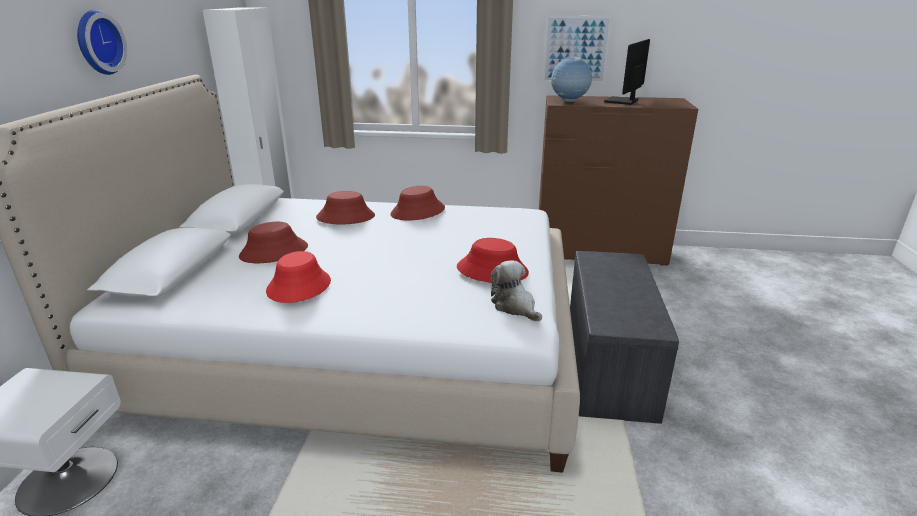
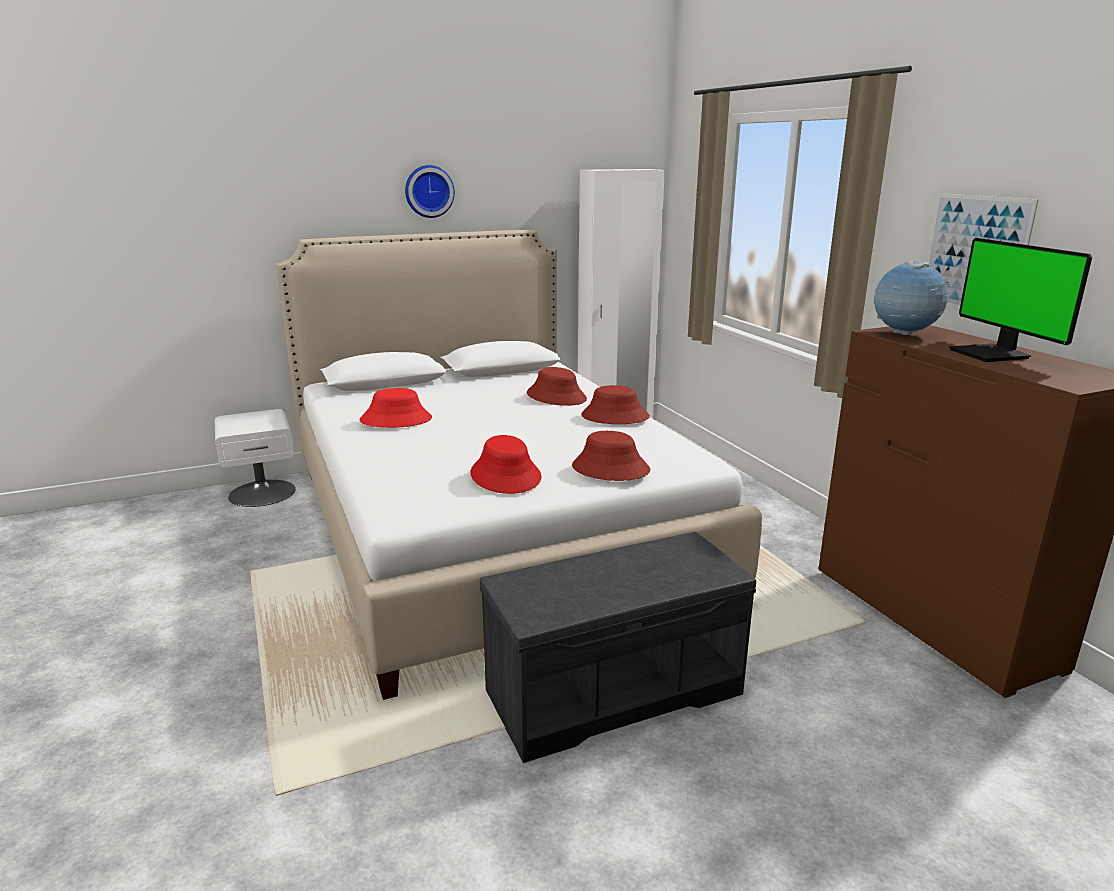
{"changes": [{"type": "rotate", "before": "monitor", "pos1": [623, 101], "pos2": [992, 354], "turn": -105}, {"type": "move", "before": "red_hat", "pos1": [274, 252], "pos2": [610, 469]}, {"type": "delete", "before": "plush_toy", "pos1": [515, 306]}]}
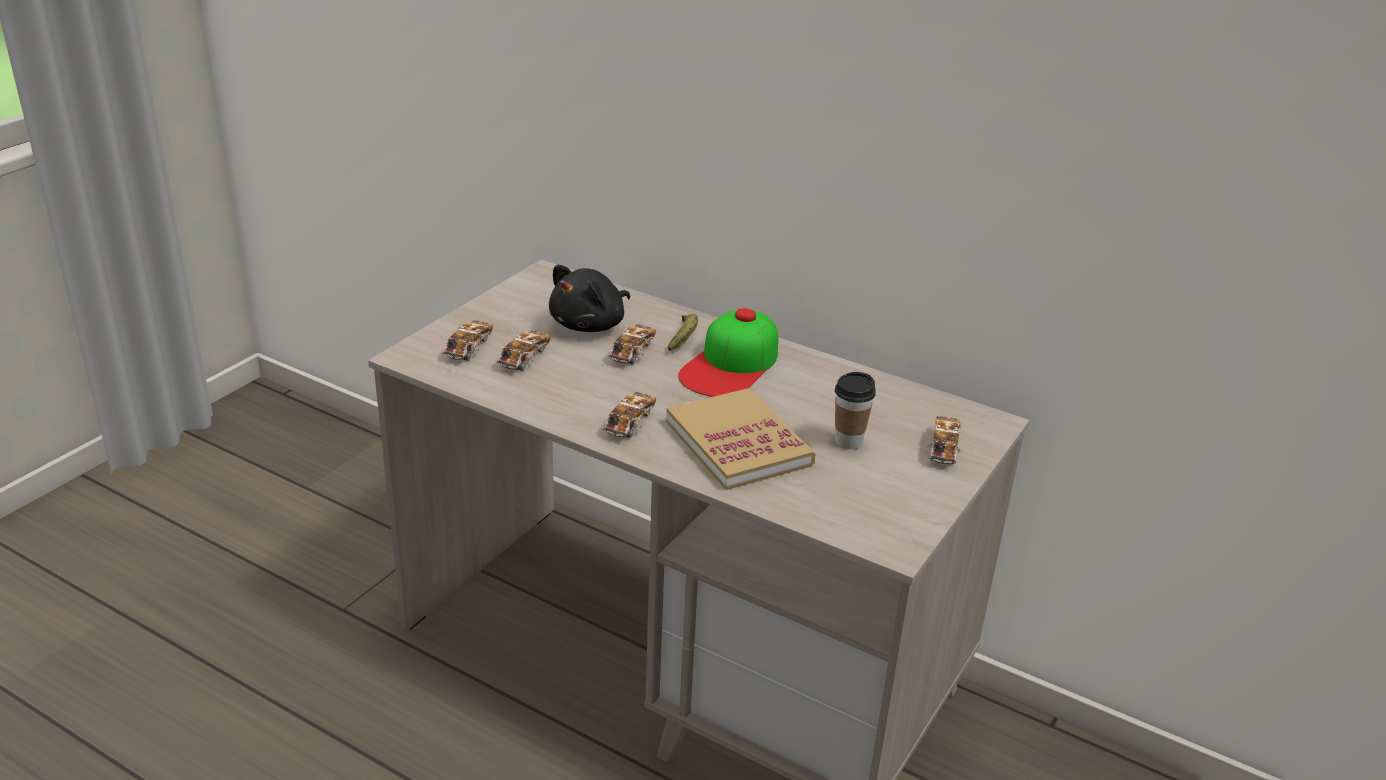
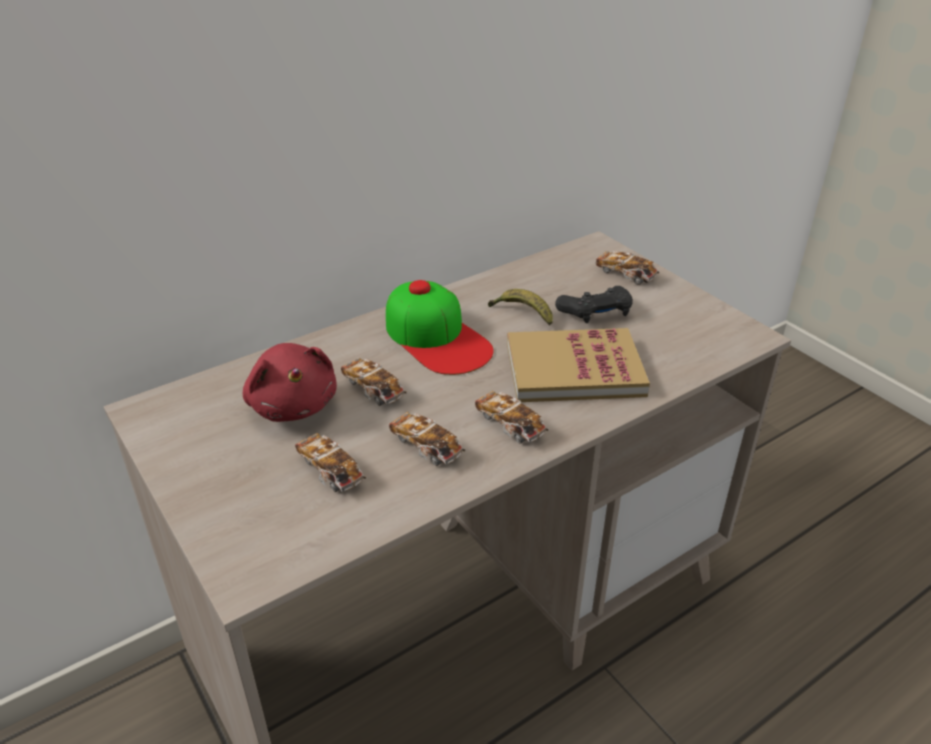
{"changes": [{"type": "recolor", "before": "black_plush_toy", "after": "red_plush_toy", "pos1": [590, 325], "pos2": [293, 404]}, {"type": "move", "before": "banana", "pos1": [684, 338], "pos2": [522, 313]}, {"type": "move", "before": "toy_car", "pos1": [469, 349], "pos2": [426, 448]}, {"type": "replace", "before": "cup", "after": "black_game_controller", "pos1": [848, 441], "pos2": [596, 313]}]}
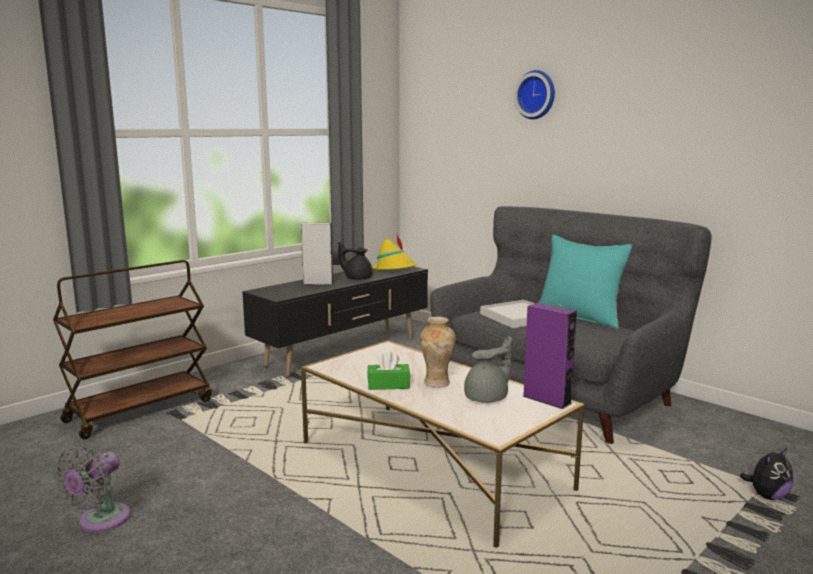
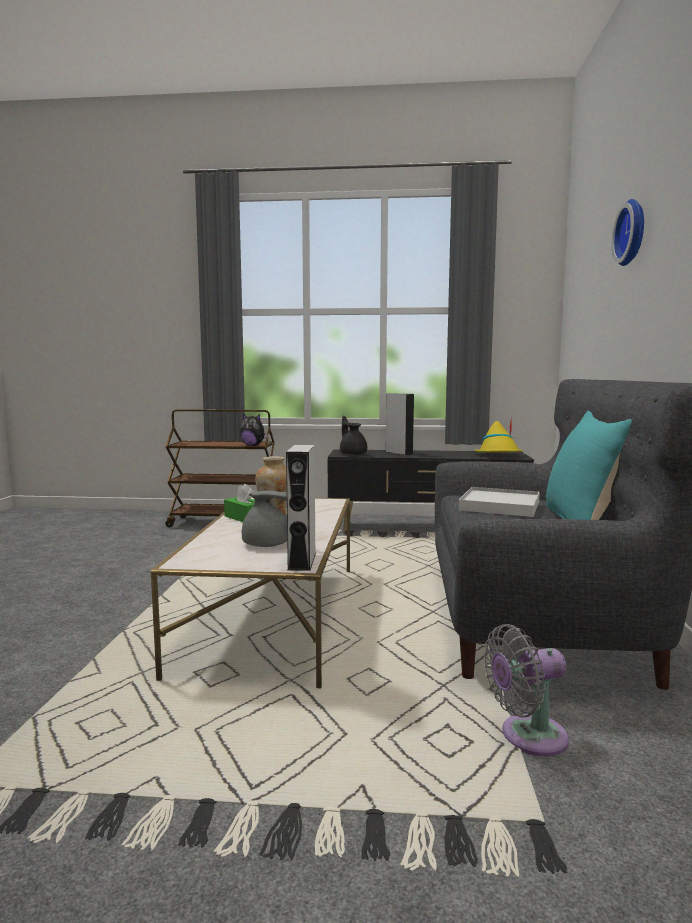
{"changes": [{"type": "move", "before": "black_teapot", "pos1": [357, 278], "pos2": [352, 454]}, {"type": "recolor", "before": "purple_speaker", "after": "grey_speaker", "pos1": [547, 399], "pos2": [302, 561]}, {"type": "move", "before": "grey_fan", "pos1": [100, 521], "pos2": [527, 737]}, {"type": "move", "before": "plush_toy", "pos1": [767, 496], "pos2": [253, 445]}]}
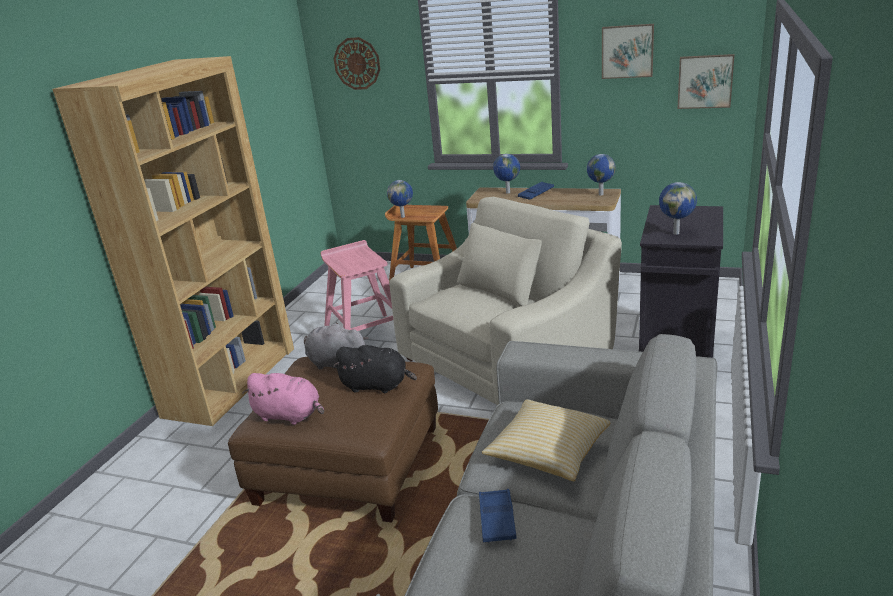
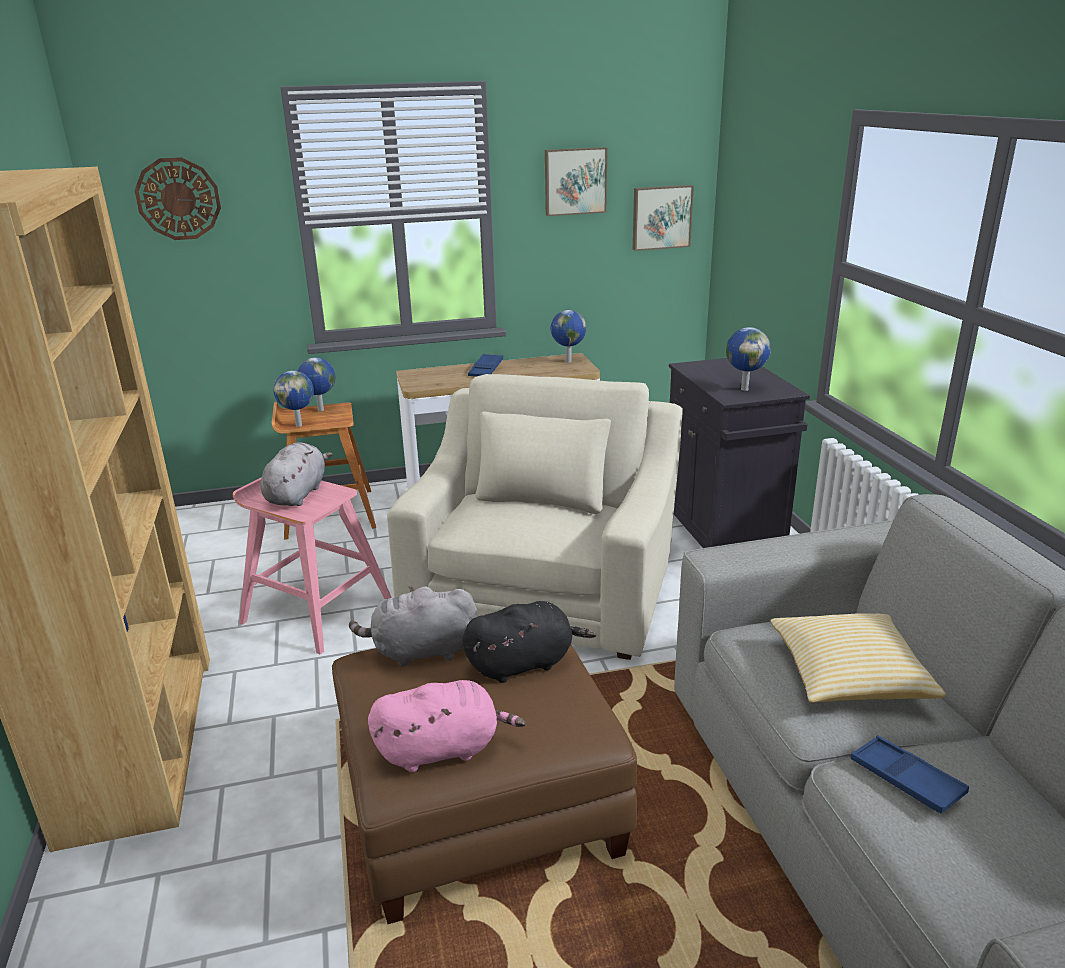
{"changes": [{"type": "move", "before": "globe", "pos1": [507, 192], "pos2": [320, 410]}, {"type": "insert", "after": "grey_plush_toy", "pos2": [297, 494]}]}
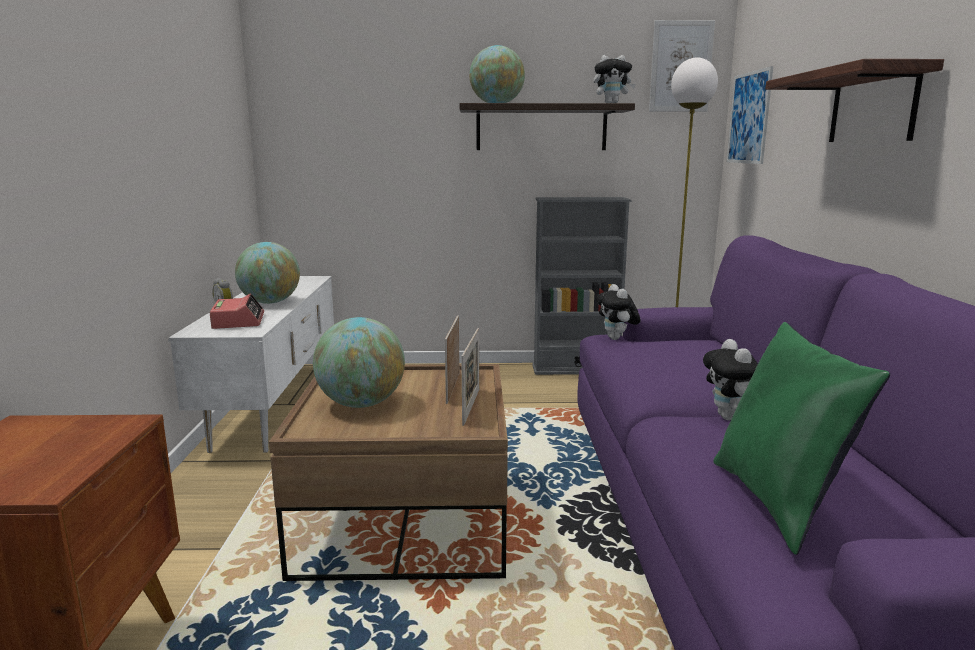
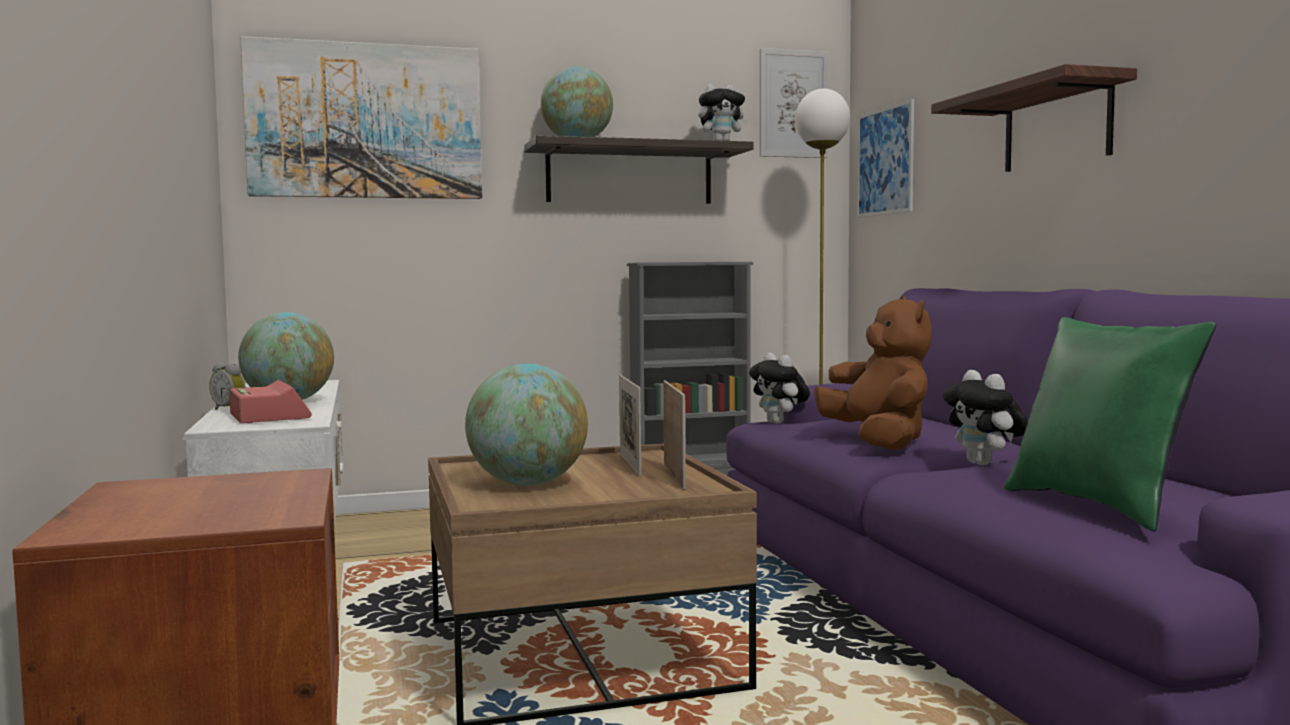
{"changes": [{"type": "insert", "after": "picture", "pos2": [365, 121]}, {"type": "insert", "after": "brown_plush_toy", "pos2": [878, 442]}]}
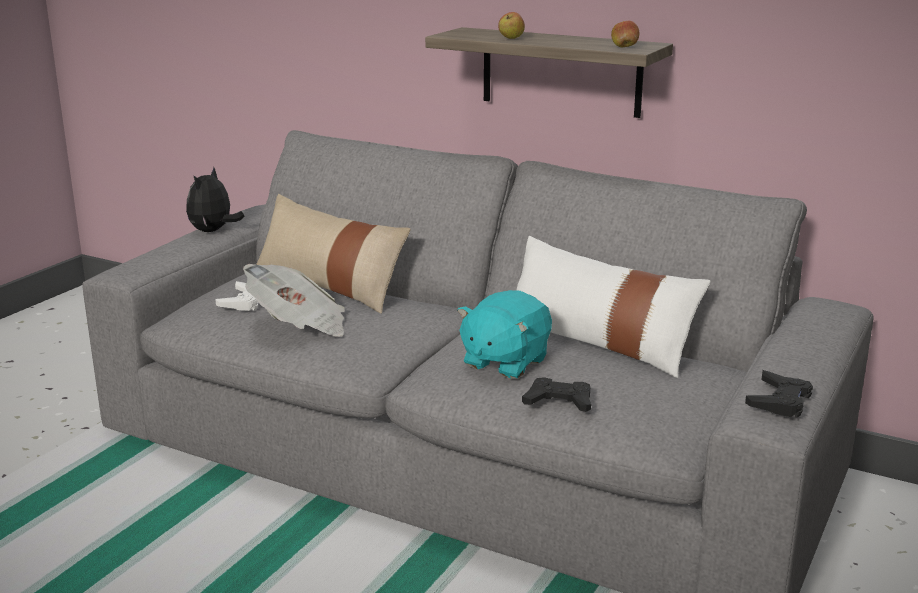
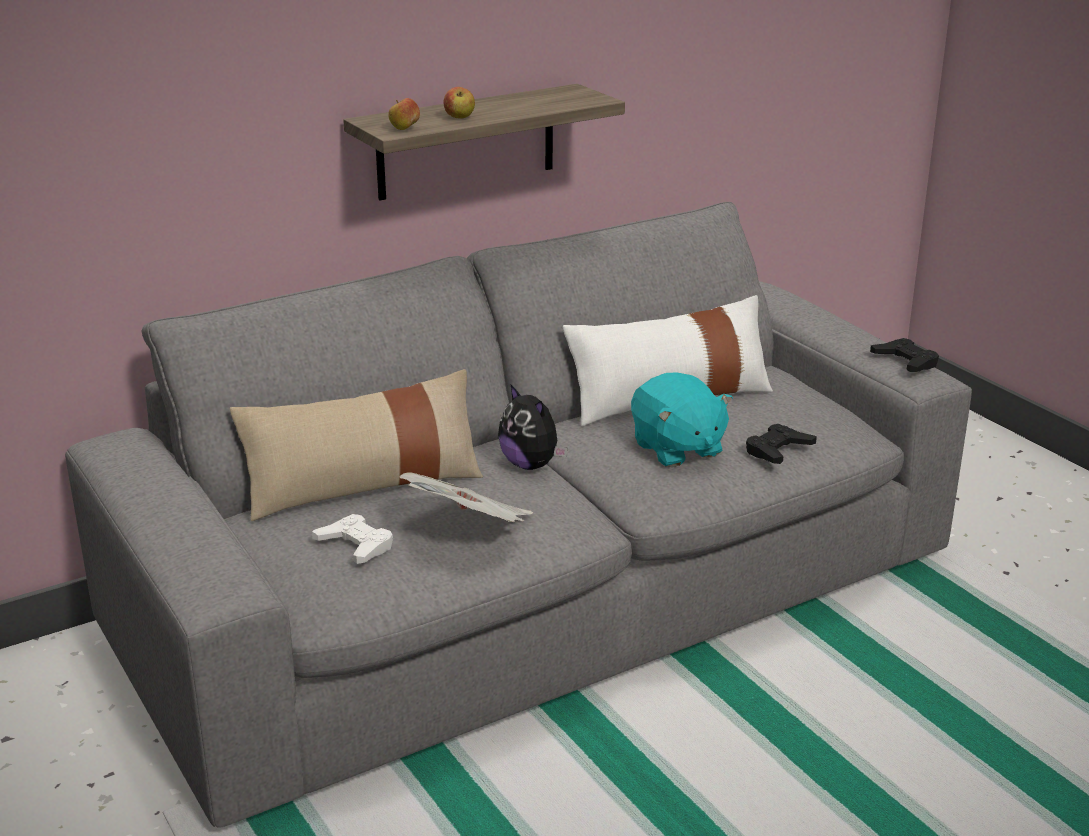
{"changes": [{"type": "move", "before": "apple", "pos1": [624, 47], "pos2": [404, 129]}, {"type": "move", "before": "plush_toy", "pos1": [213, 231], "pos2": [531, 465]}]}
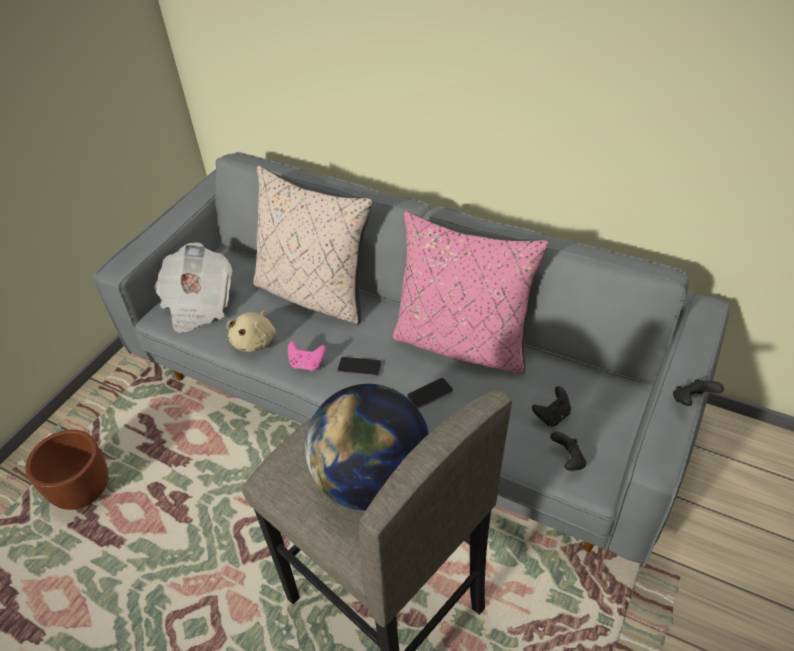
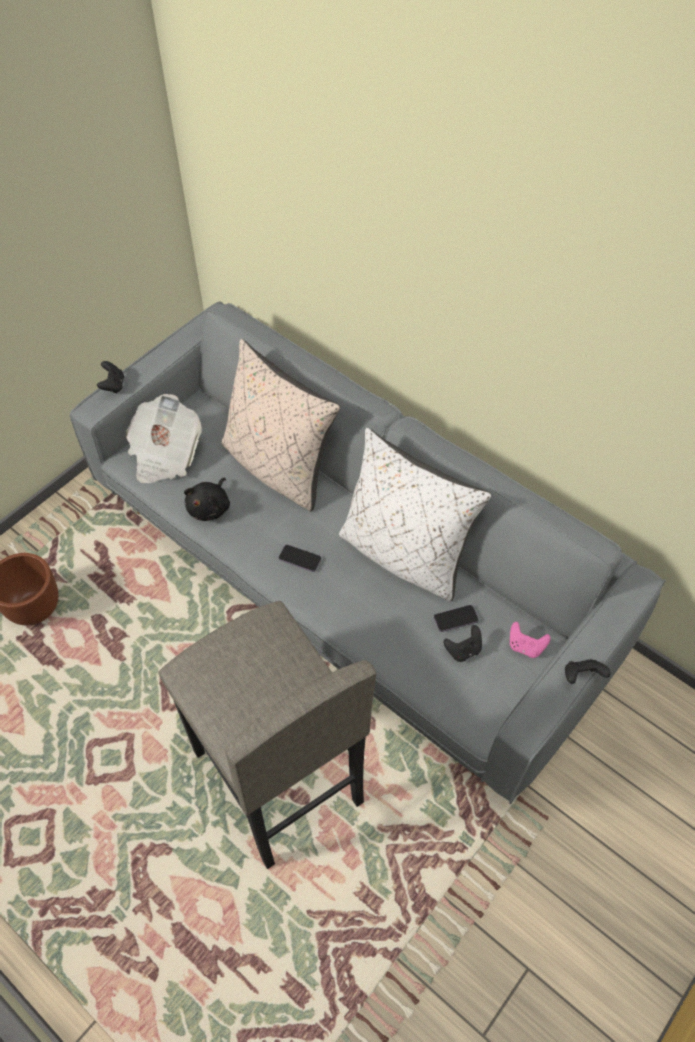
{"changes": [{"type": "recolor", "before": "pink_pillow", "after": "white_pillow", "pos1": [462, 343], "pos2": [404, 555]}, {"type": "recolor", "before": "beige_plush_toy", "after": "black_plush_toy", "pos1": [255, 340], "pos2": [210, 507]}, {"type": "move", "before": "pink_game_controller", "pos1": [307, 364], "pos2": [525, 646]}, {"type": "move", "before": "phone", "pos1": [430, 394], "pos2": [455, 619]}, {"type": "delete", "before": "globe", "pos1": [372, 480]}, {"type": "move", "before": "black_game_controller", "pos1": [568, 460], "pos2": [113, 385]}]}
